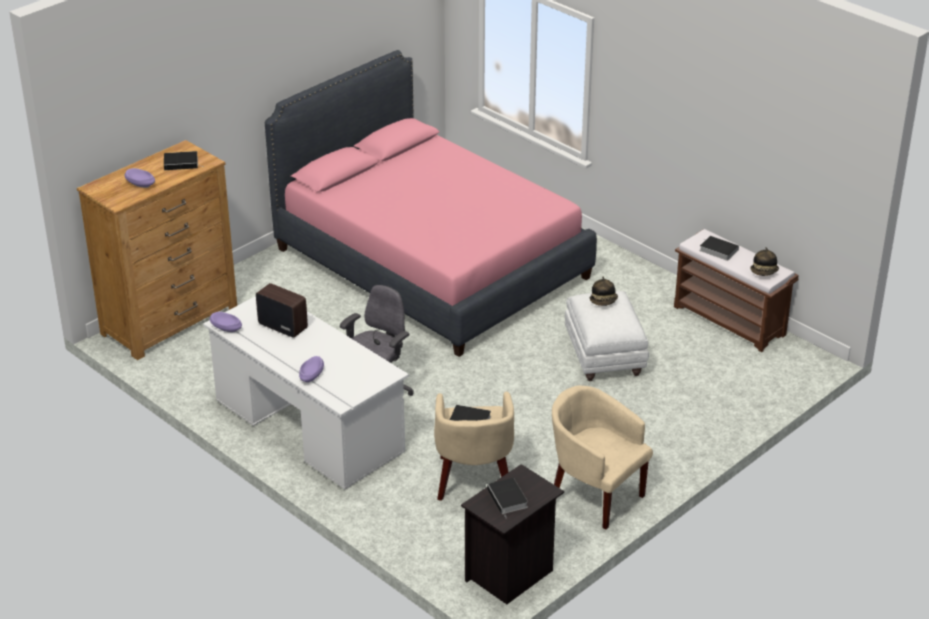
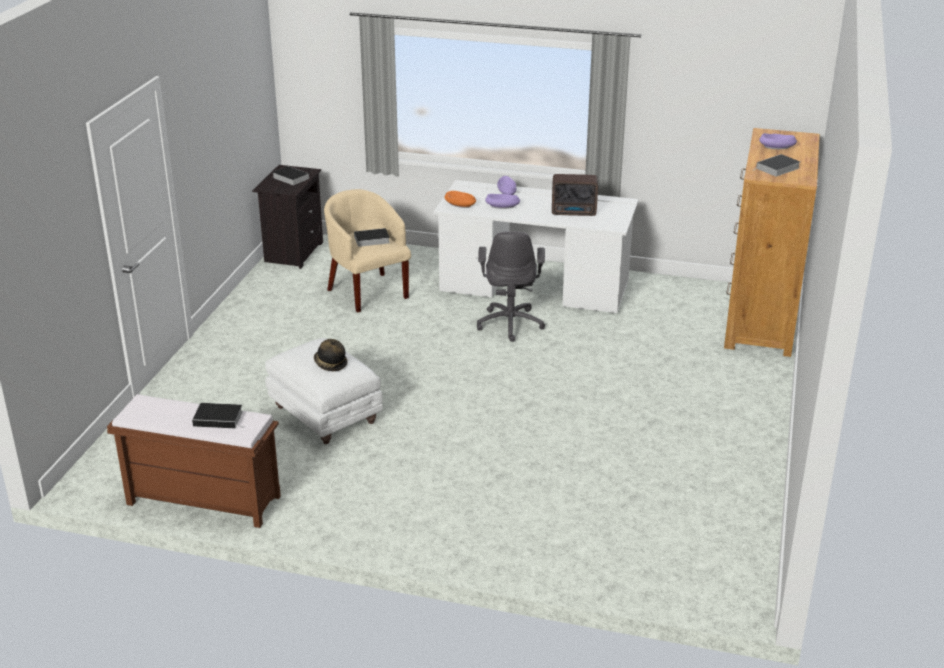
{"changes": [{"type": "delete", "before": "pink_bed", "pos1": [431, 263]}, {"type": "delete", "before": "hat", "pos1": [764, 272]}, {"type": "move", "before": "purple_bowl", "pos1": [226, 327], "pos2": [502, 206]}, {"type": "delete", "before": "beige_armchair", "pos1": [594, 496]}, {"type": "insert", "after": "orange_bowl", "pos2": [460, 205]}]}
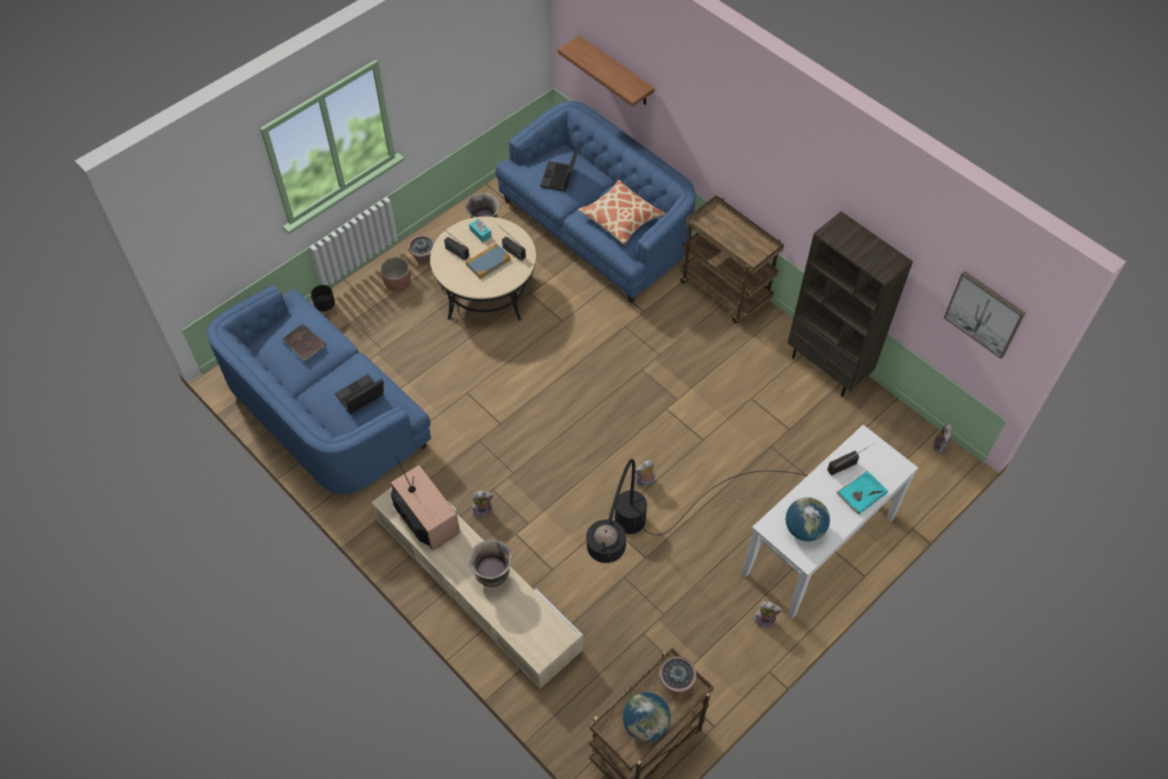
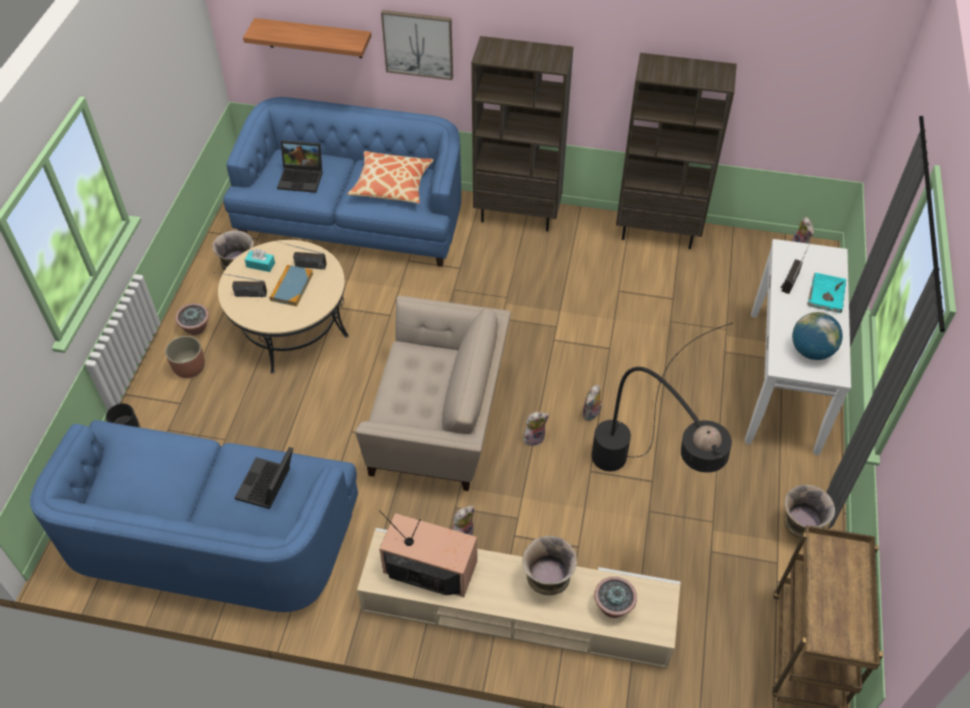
{"changes": [{"type": "rotate", "before": "laptop", "pos1": [560, 178], "pos2": [302, 177], "turn": -60}, {"type": "replace", "before": "brown_cart", "after": "brown_bookcase", "pos1": [726, 292], "pos2": [518, 215]}, {"type": "move", "before": "picture", "pos1": [984, 313], "pos2": [418, 44]}, {"type": "delete", "before": "brown_book", "pos1": [304, 344]}, {"type": "move", "before": "plush_toy", "pos1": [765, 619], "pos2": [534, 437]}, {"type": "move", "before": "potted_plant", "pos1": [676, 681], "pos2": [613, 607]}, {"type": "delete", "before": "globe", "pos1": [645, 724]}, {"type": "insert", "after": "beige_armchair", "pos2": [439, 425]}, {"type": "insert", "after": "vase", "pos2": [799, 529]}]}
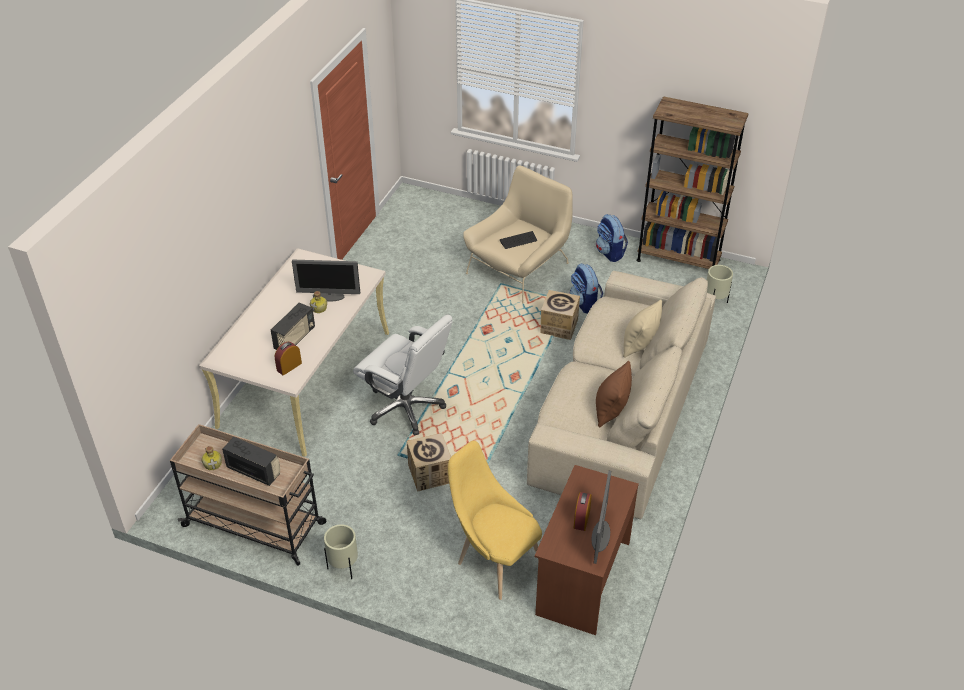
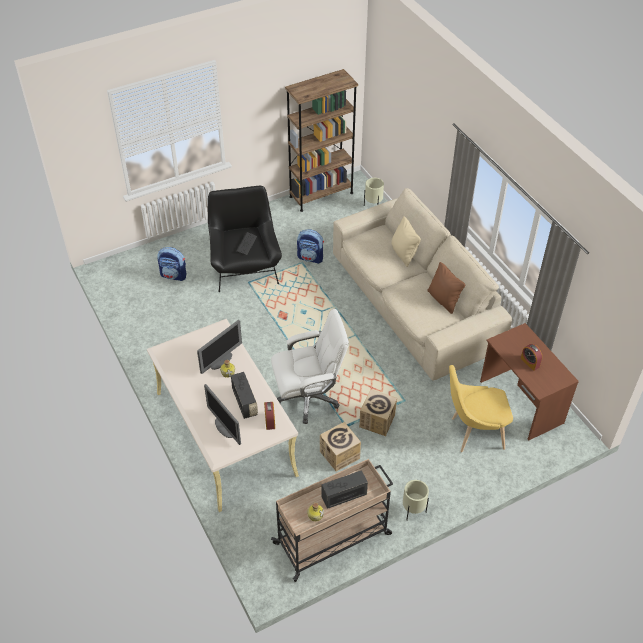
{"changes": [{"type": "recolor", "before": "beige_armchair", "after": "black_armchair", "pos1": [519, 268], "pos2": [245, 265]}, {"type": "move", "before": "backpack", "pos1": [610, 253], "pos2": [174, 275]}, {"type": "move", "before": "cardboard_box", "pos1": [559, 326], "pos2": [339, 455]}, {"type": "move", "before": "monitor", "pos1": [600, 536], "pos2": [224, 428]}]}
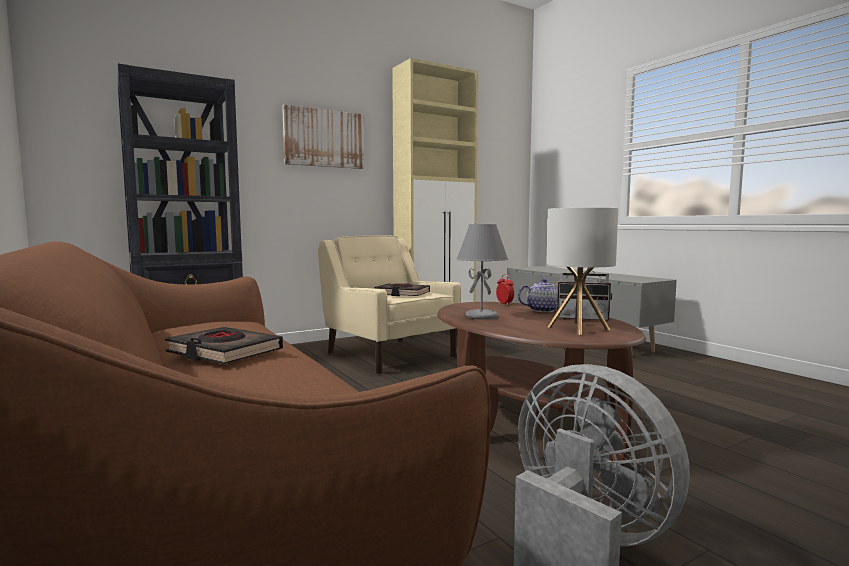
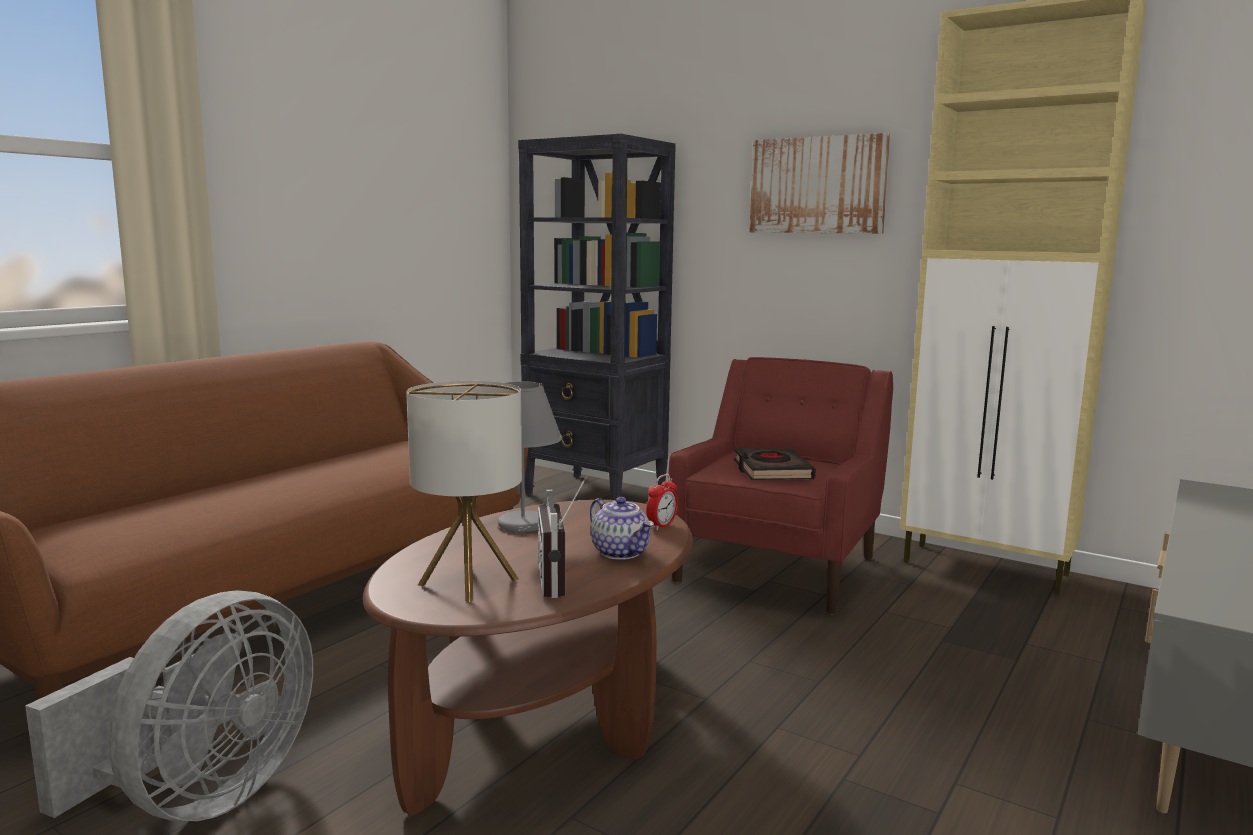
{"changes": [{"type": "recolor", "before": "beige_armchair", "after": "red_armchair", "pos1": [389, 354], "pos2": [778, 568]}, {"type": "delete", "before": "black_book", "pos1": [224, 352]}]}
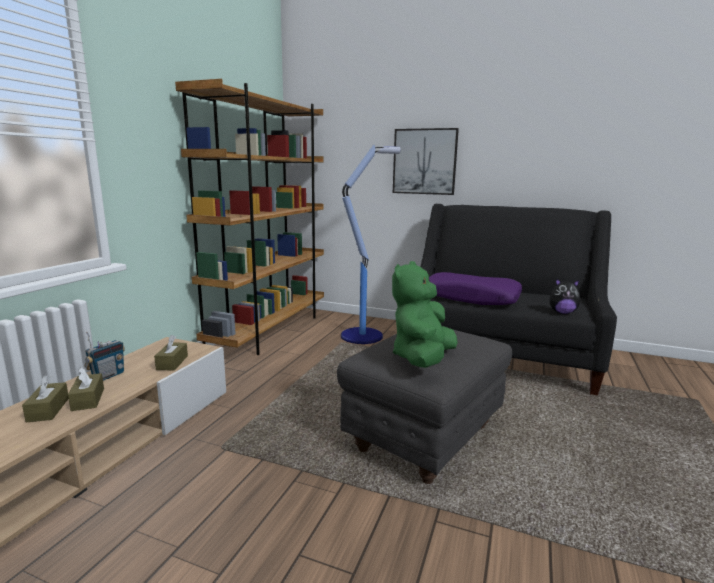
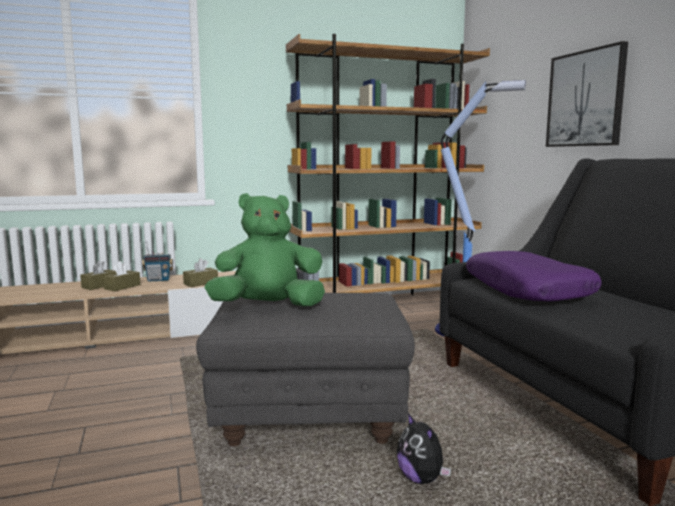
{"changes": [{"type": "move", "before": "plush_toy", "pos1": [562, 313], "pos2": [421, 479]}]}
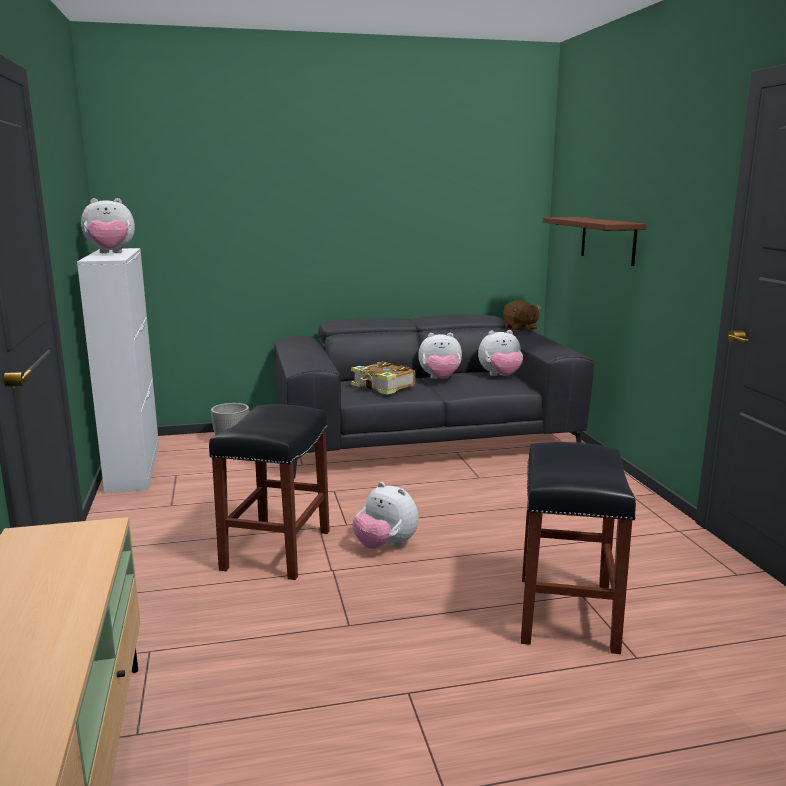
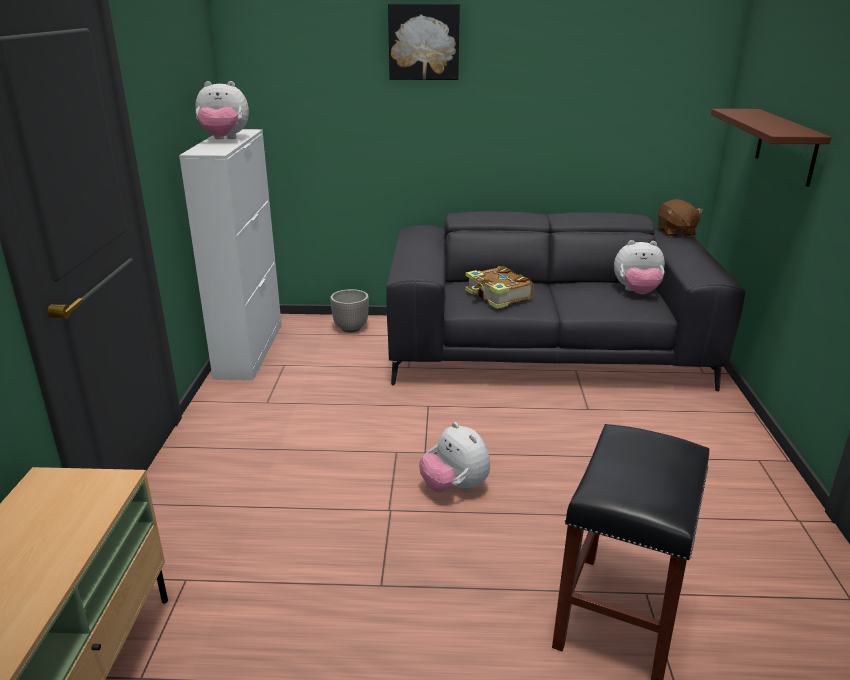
{"changes": [{"type": "delete", "before": "plush_toy", "pos1": [440, 379]}, {"type": "delete", "before": "black_stool", "pos1": [277, 551]}, {"type": "insert", "after": "picture", "pos2": [424, 42]}]}
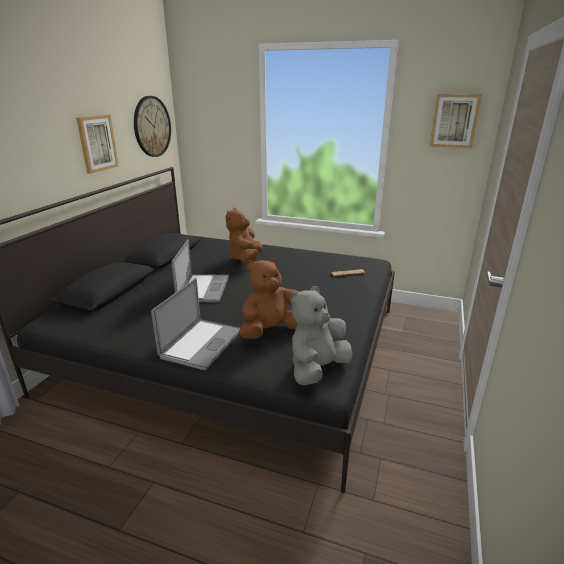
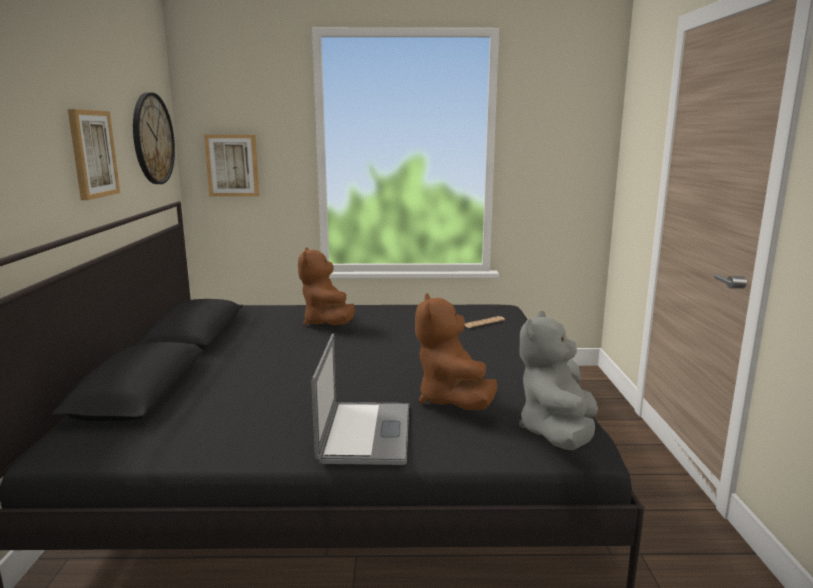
{"changes": [{"type": "move", "before": "picture", "pos1": [454, 121], "pos2": [232, 165]}, {"type": "delete", "before": "laptop", "pos1": [203, 288]}, {"type": "rotate", "before": "brown_plush_toy", "pos1": [271, 331], "pos2": [452, 400], "turn": -45}]}
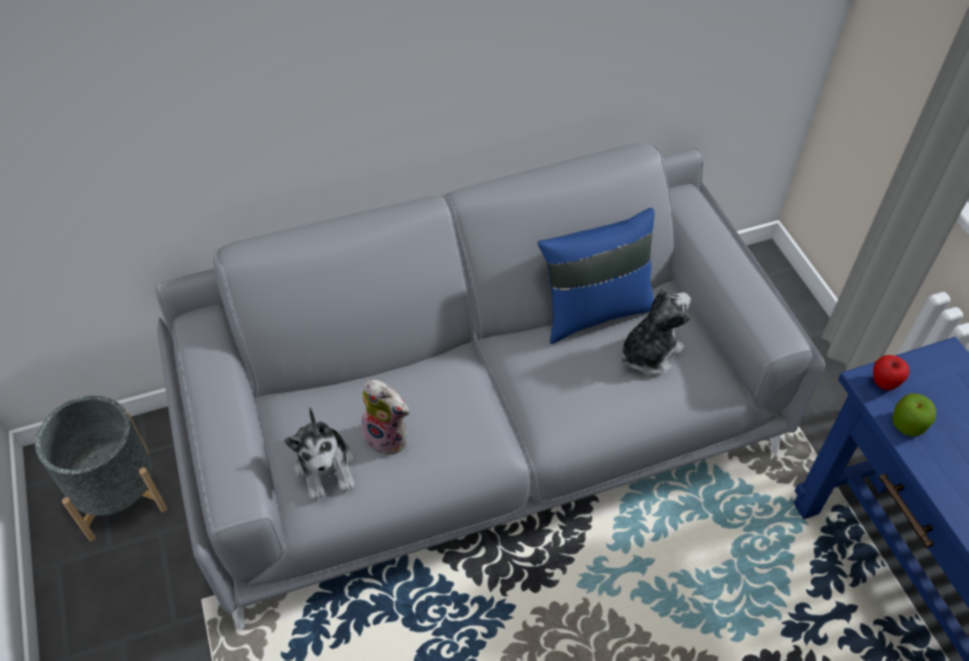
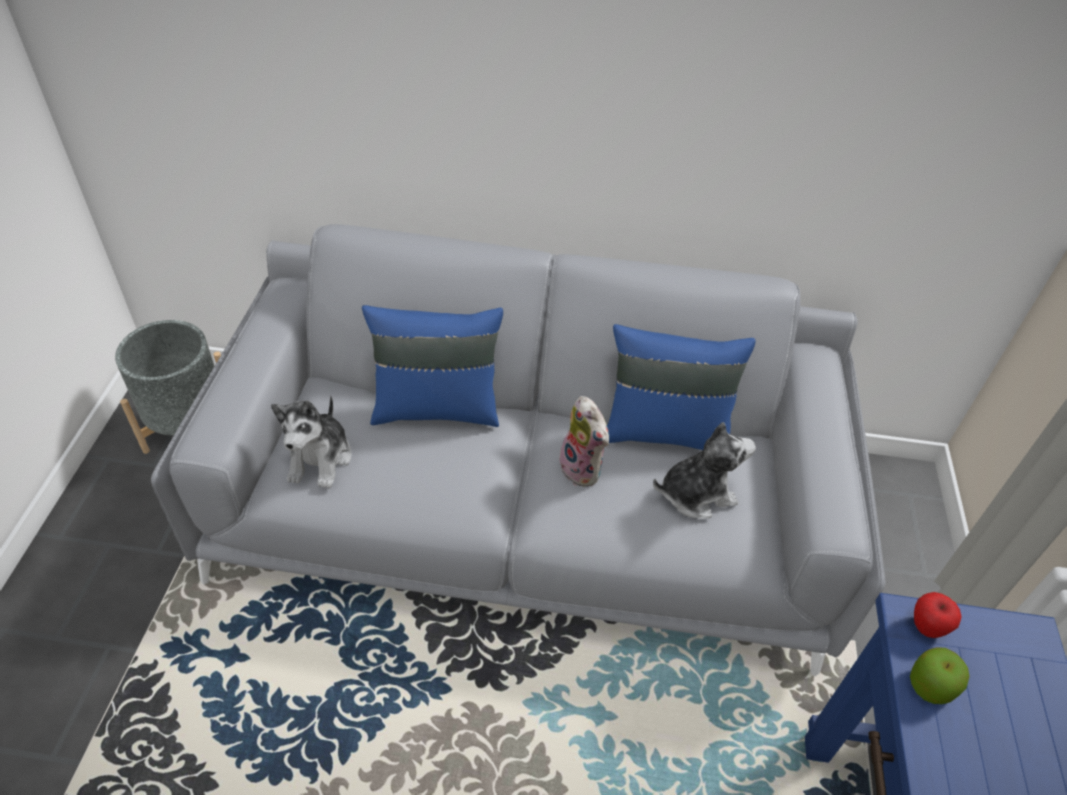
{"changes": [{"type": "move", "before": "plush_toy", "pos1": [389, 436], "pos2": [583, 469]}, {"type": "insert", "after": "blue_pillow", "pos2": [436, 408]}]}
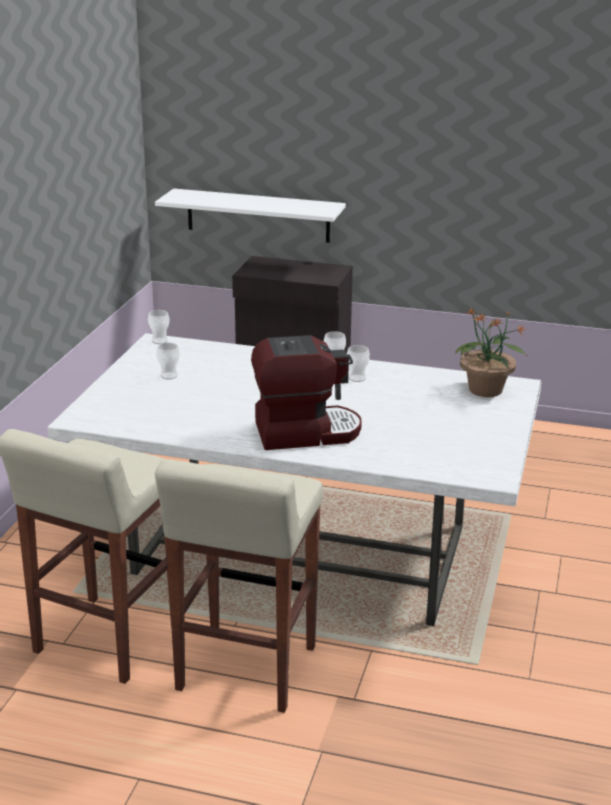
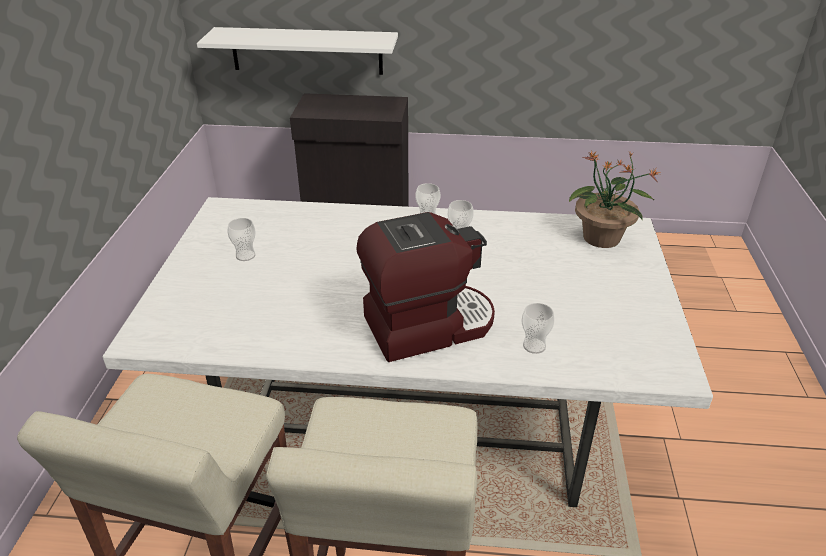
{"changes": [{"type": "move", "before": "cup", "pos1": [159, 341], "pos2": [534, 346]}]}
